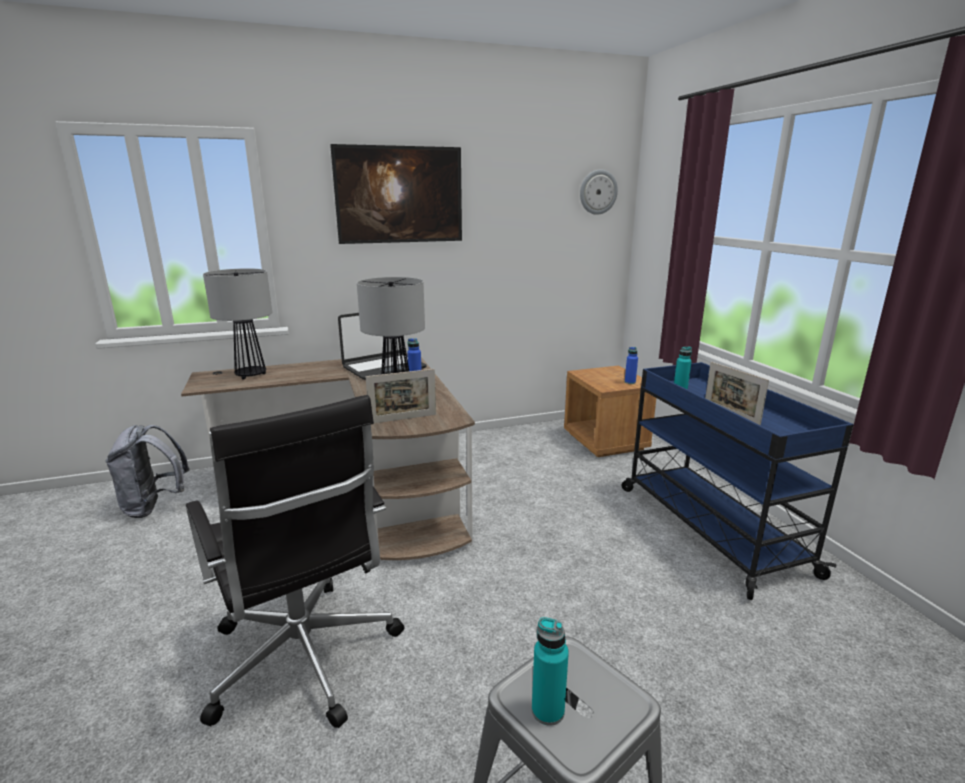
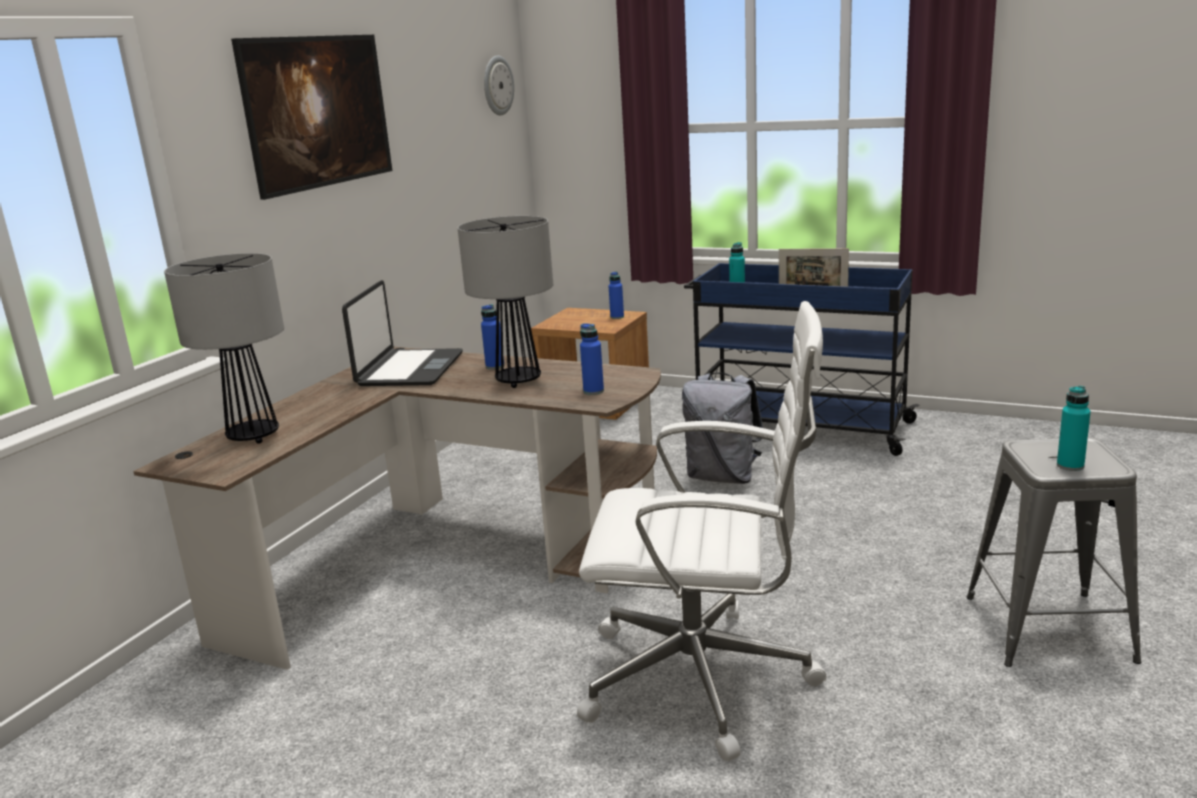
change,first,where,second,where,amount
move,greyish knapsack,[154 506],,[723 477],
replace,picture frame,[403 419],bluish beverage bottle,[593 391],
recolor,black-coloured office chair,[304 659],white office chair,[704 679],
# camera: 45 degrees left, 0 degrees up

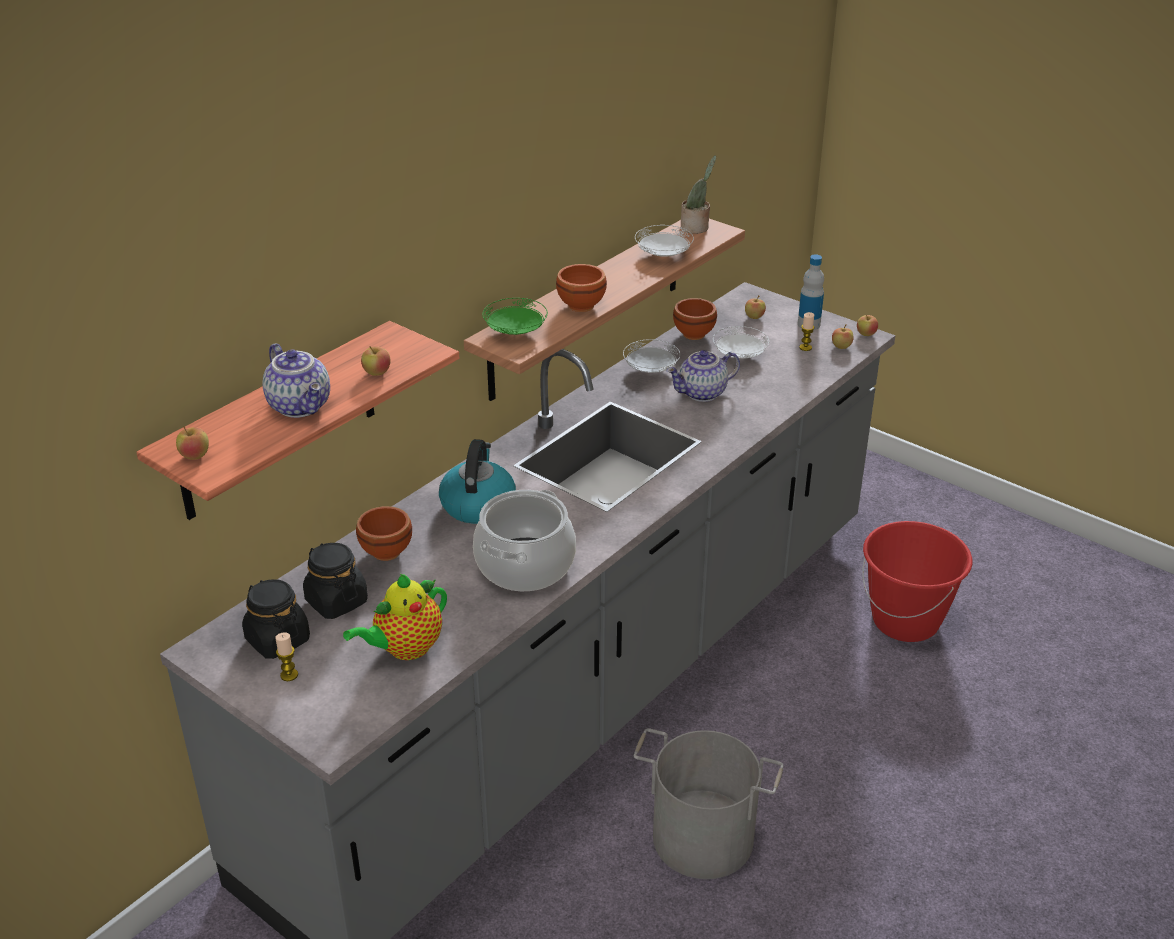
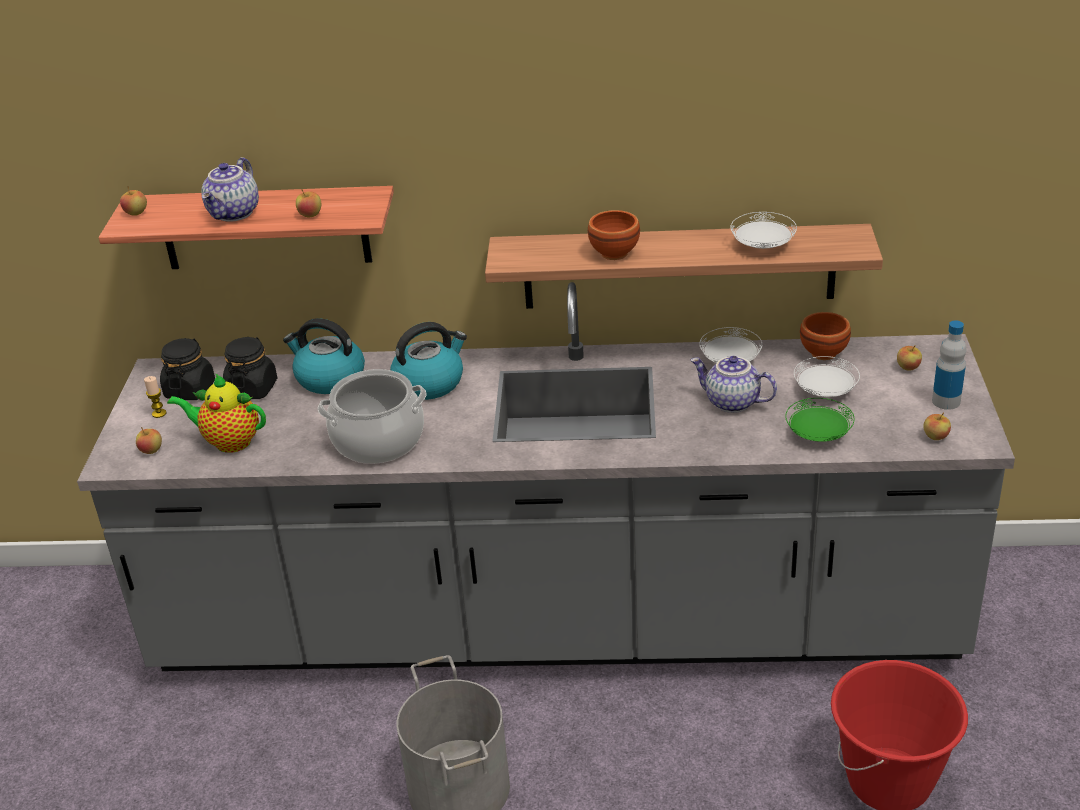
change,first,where,second,where,amount
delete,plant in a pot,[696 228],,,
delete,wax candle,[805 347],,,
move,green-coloured plate,[515 332],,[818 435],
move,whole apple,[866 334],,[151 451],
replace,brown-coloured serving bowl,[388 552],water kettle,[329 378],
# camera: 55 degrees right, 0 degrees up

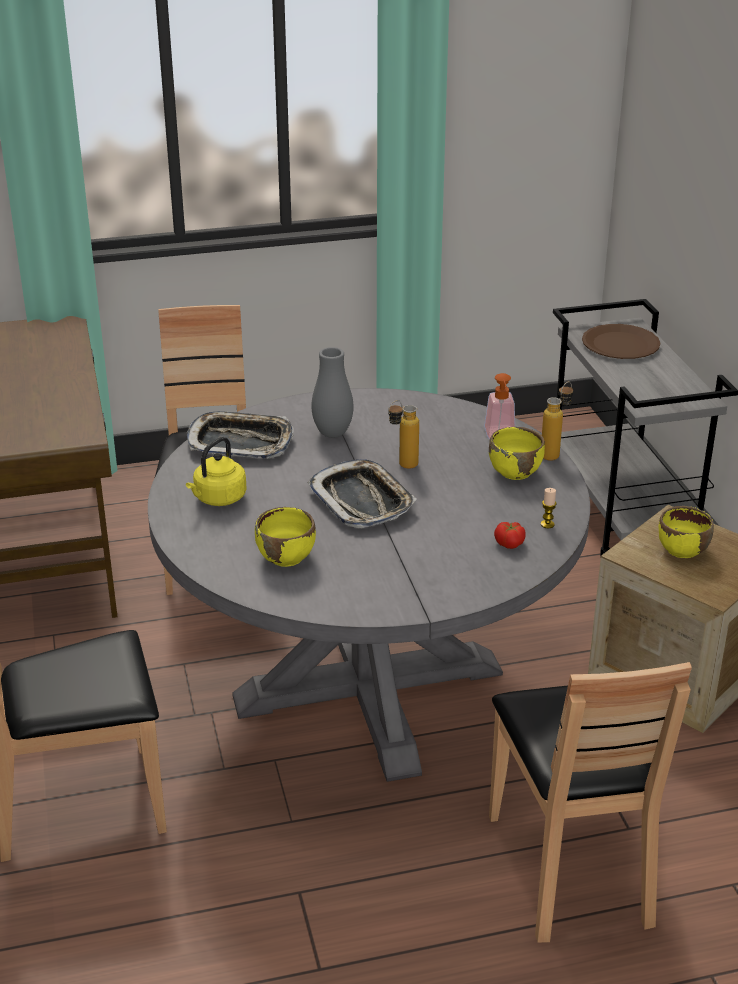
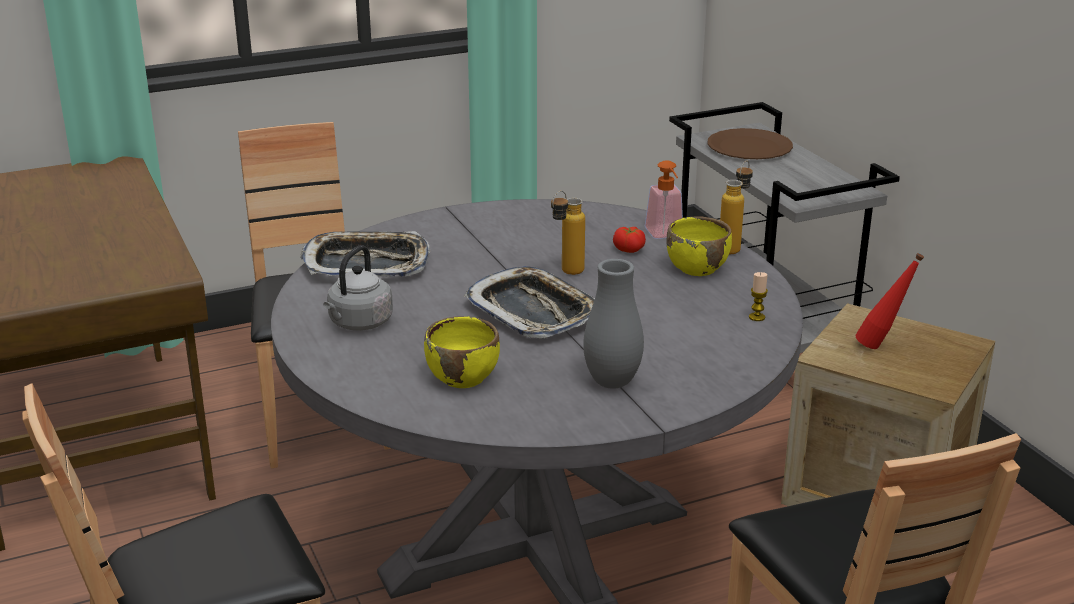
change,first,where,second,where,amount
move,greyish decorative vase,[332 433],,[612 382],
move,whole tomato,[510 543],,[630 249],
replace,yellow-coloured serving bowl,[682 550],red beverage bottle,[882 346],
recolor,yellow-coloured water kettle,[218 499],greyish water kettle,[358 323],
# camera: 10 degrees left, 5 degrees down

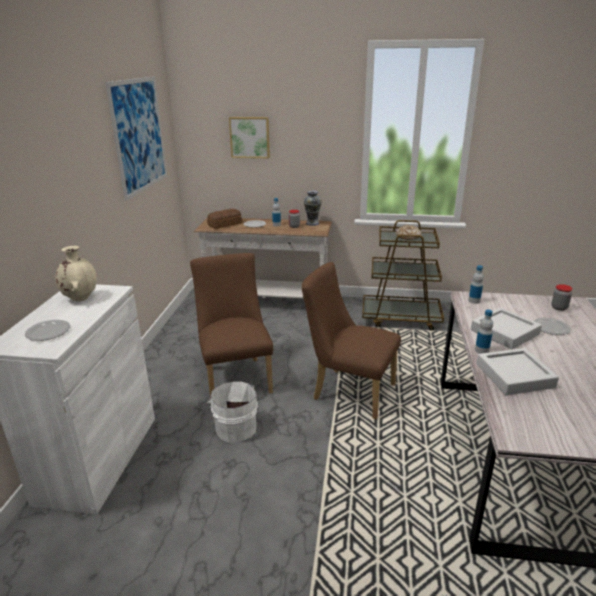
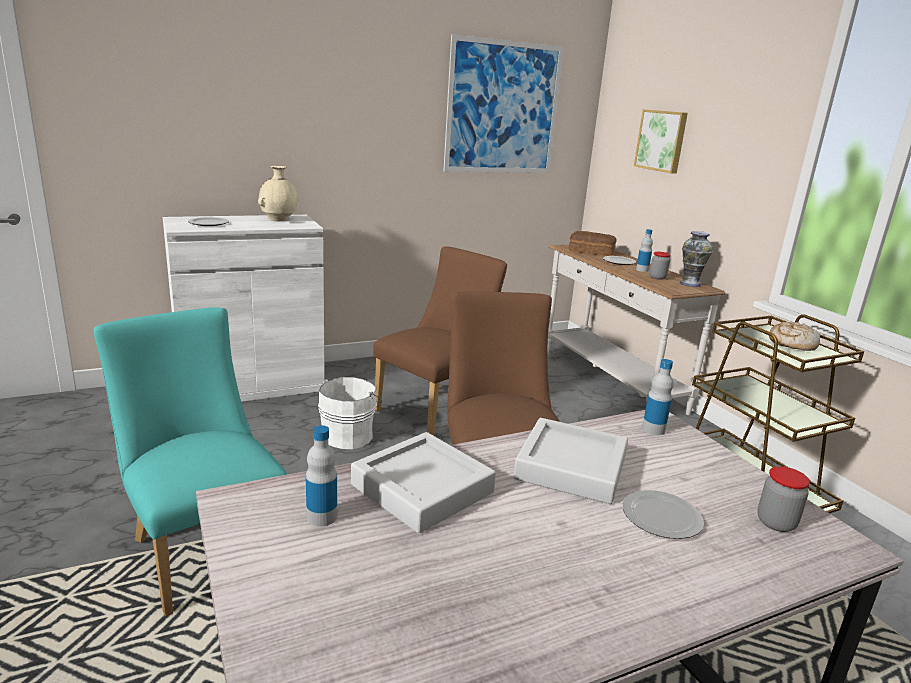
change,first,where,second,where,amount
insert,,,turquoise upright chair,[203 548],
move,beverage bottle,[482 350],,[322 517],
# camera: 55 degrees right, 5 degrees down

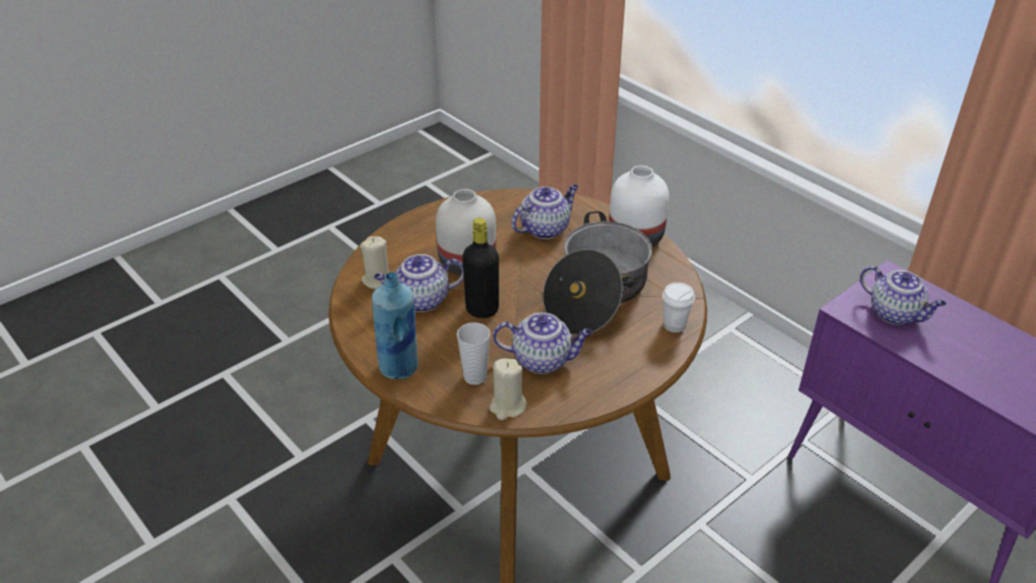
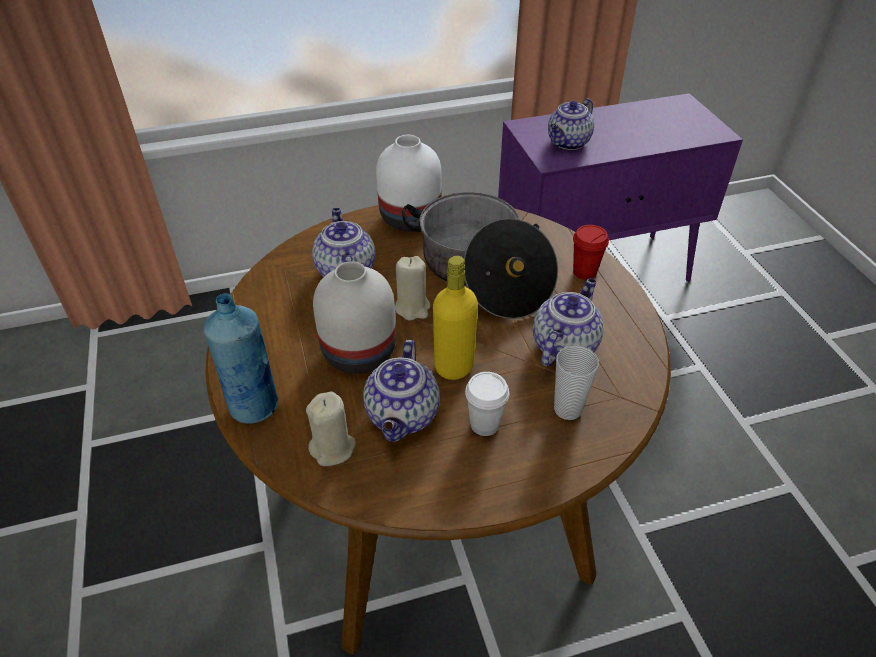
change,first,where,second,where,amount
insert,,,red small cup,[584 272],
move,bluish beverage bottle,[399 367],,[254 406],
move,beige wax candle,[507 407],,[412 308],
move,white small cup,[674 325],,[484 424],
recolor,black-coloured beverage bottle,[482 309],yellow-coloured beverage bottle,[454 366],
rotate,teapot,[895 314],,[568 143],150 degrees clockwise
# camera: 65 degrees left, 5 degrees up

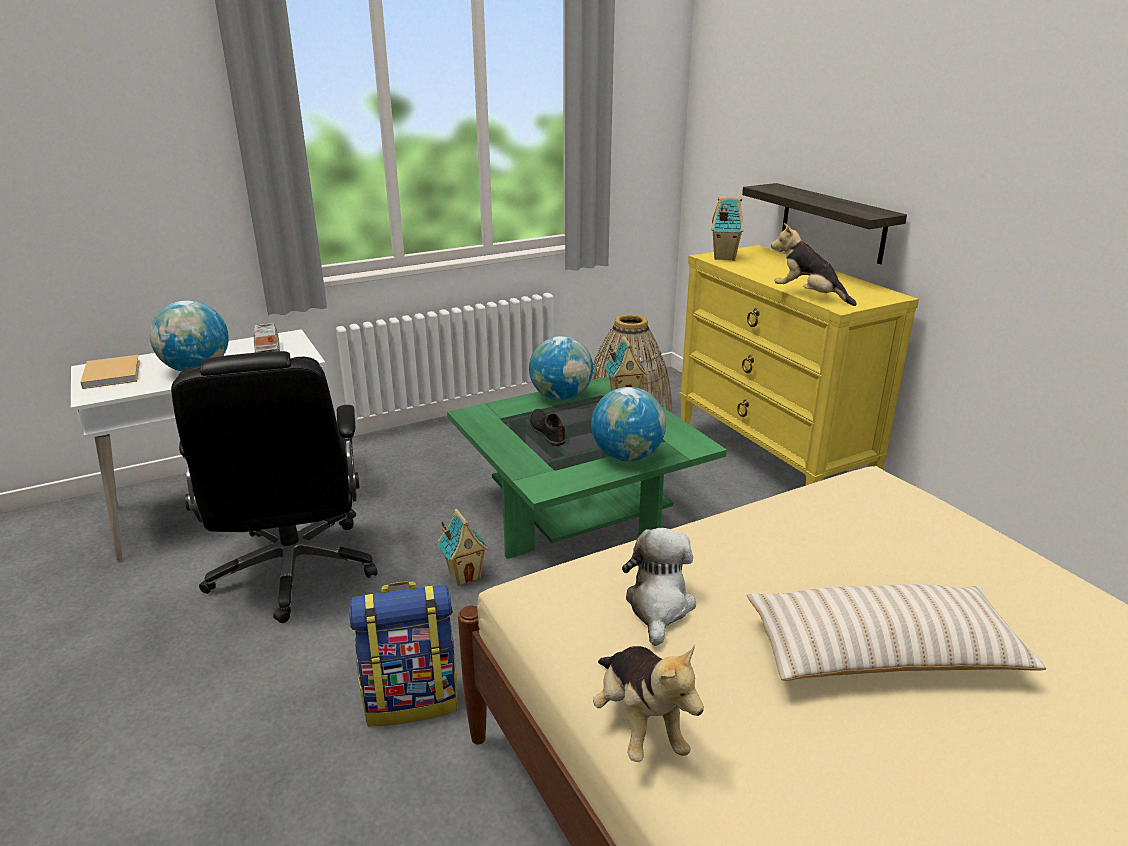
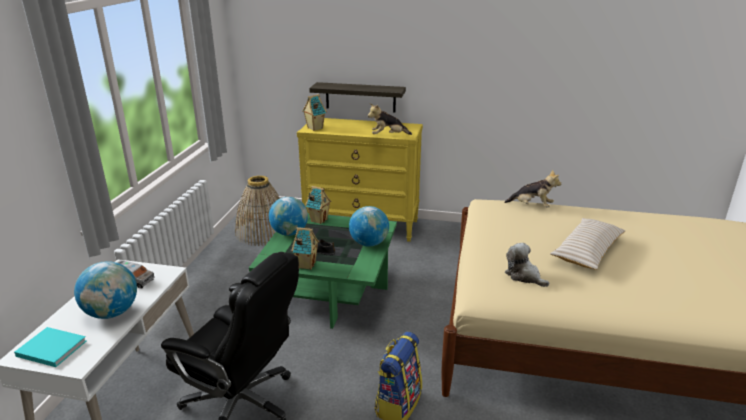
change,first,where,second,where,amount
move,toy house,[465 575],,[306 265],
move,plush toy,[639 724],,[532 206],
recolor,beige bound book,[112 373],turquoise bound book,[50 348],
# camera: 50 degrees left, 0 degrees up

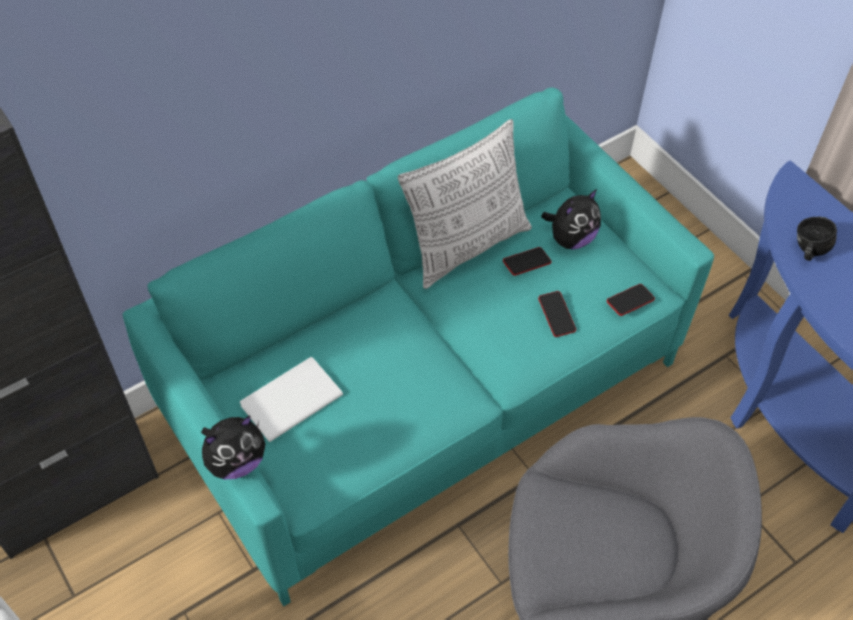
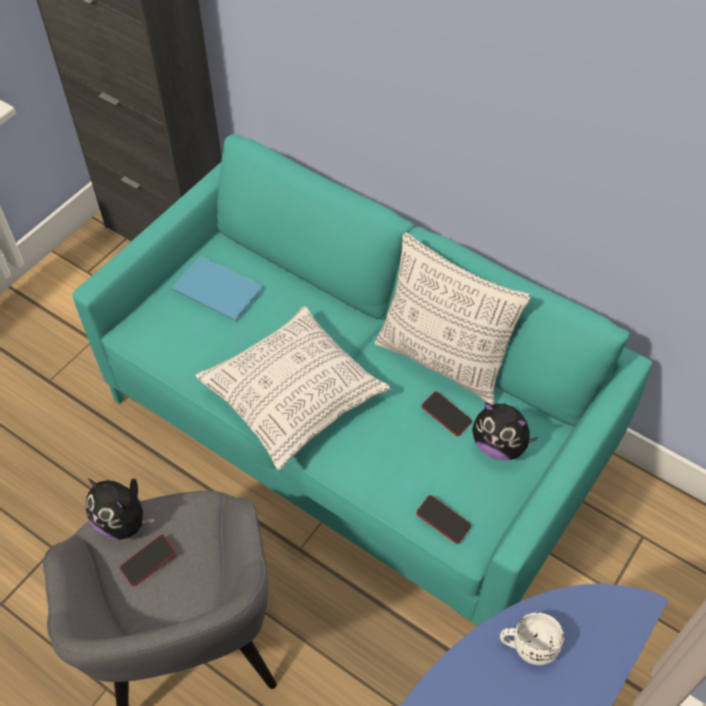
change,first,where,second,where,amount
insert,,,cushion,[294 396],
move,plush toy,[236 461],,[123 522],
move,handset,[556 316],,[148 562],
recolor,white bound book,[288 400],bluish bound book,[217 288],
recolor,black-coloured mug,[807 250],white mug,[528 644],
# camera: 70 degrees right, 0 degrees up

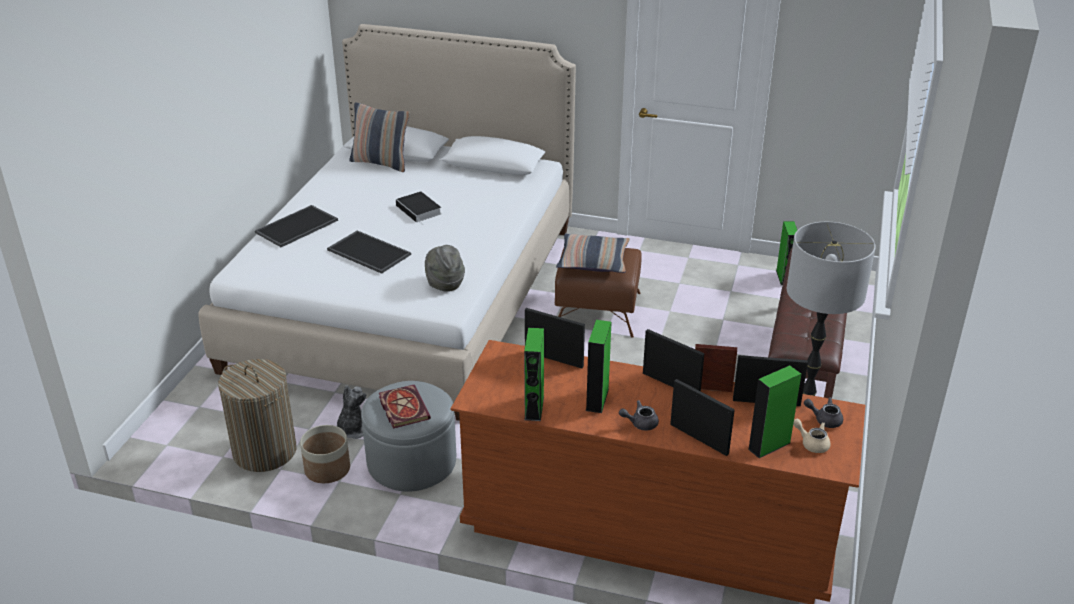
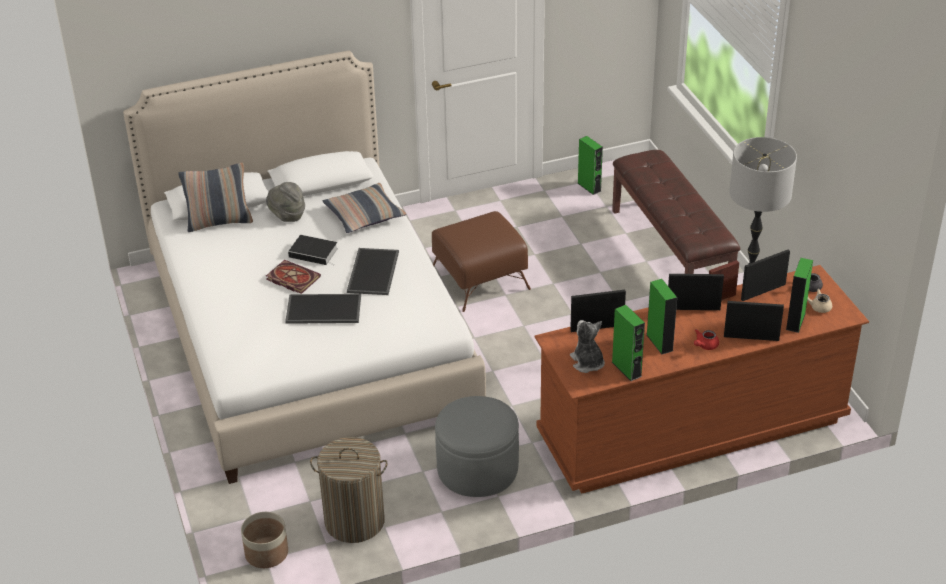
change,first,where,second,where,amount
move,tray,[297 227],,[374 272],
move,planter,[327 469],,[267 553],
move,plush toy,[352 429],,[587 363],
move,bound book,[402 408],,[291 278],
move,greyish clothing hat,[444 283],,[287 215],
move,cushion,[593 261],,[364 215],
recolor,greyish teapot,[640 423],red teapot,[705 345],
# camera: 35 degrees left, 5 degrees up

